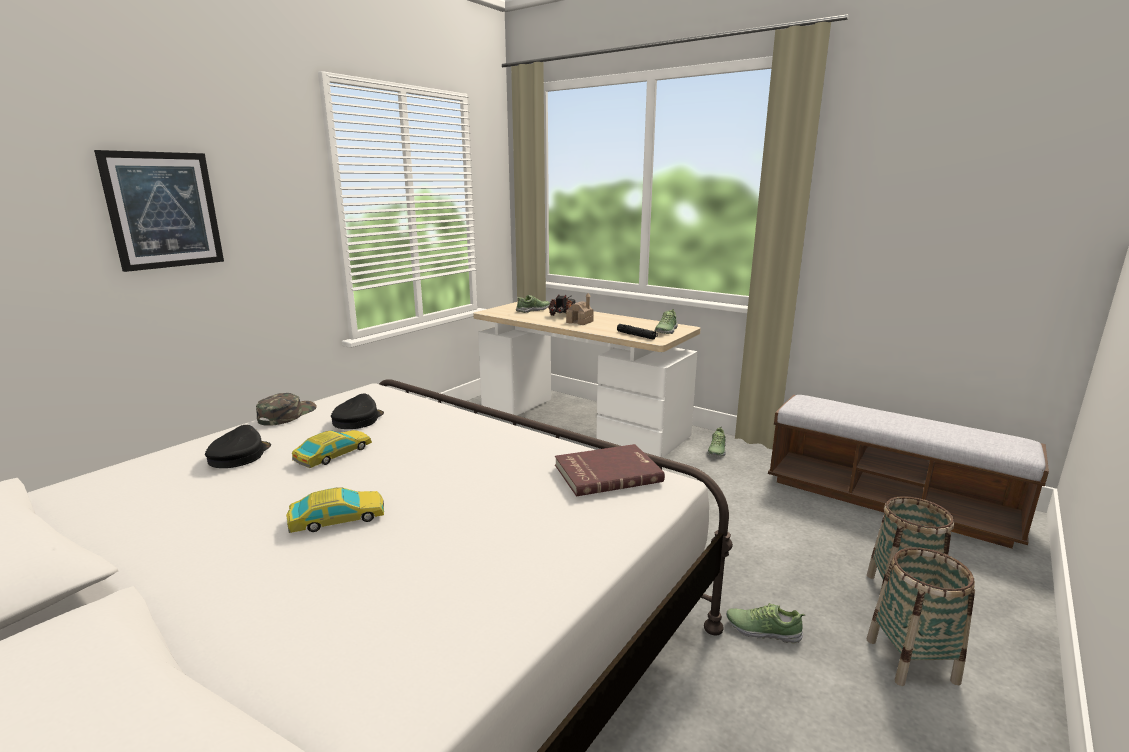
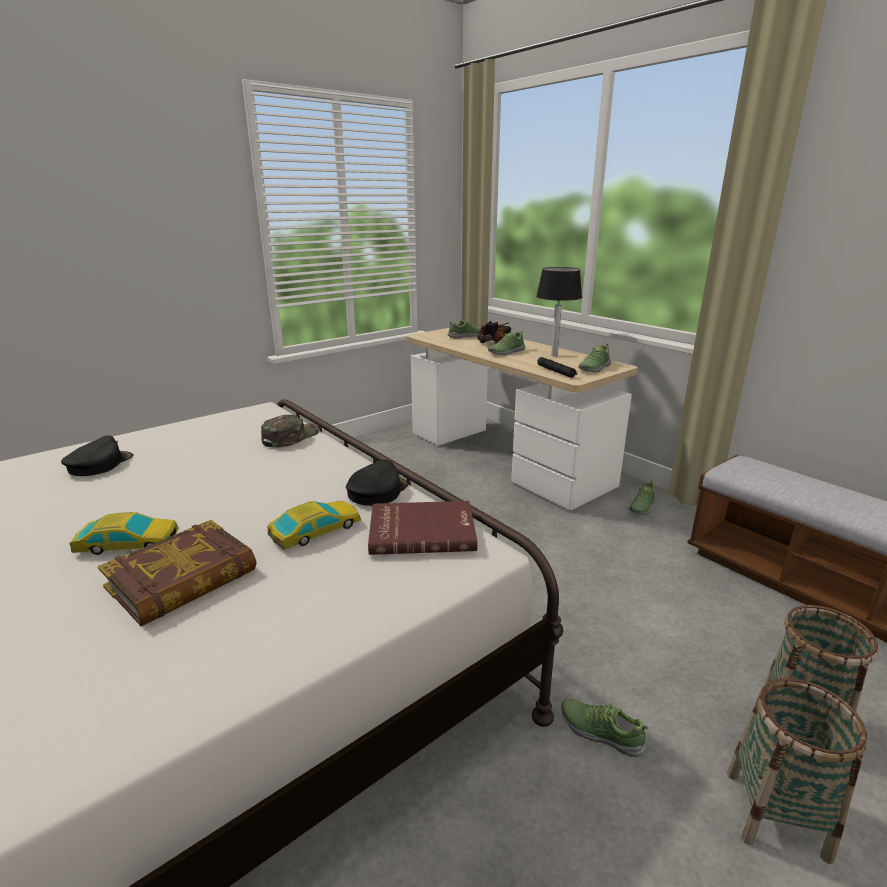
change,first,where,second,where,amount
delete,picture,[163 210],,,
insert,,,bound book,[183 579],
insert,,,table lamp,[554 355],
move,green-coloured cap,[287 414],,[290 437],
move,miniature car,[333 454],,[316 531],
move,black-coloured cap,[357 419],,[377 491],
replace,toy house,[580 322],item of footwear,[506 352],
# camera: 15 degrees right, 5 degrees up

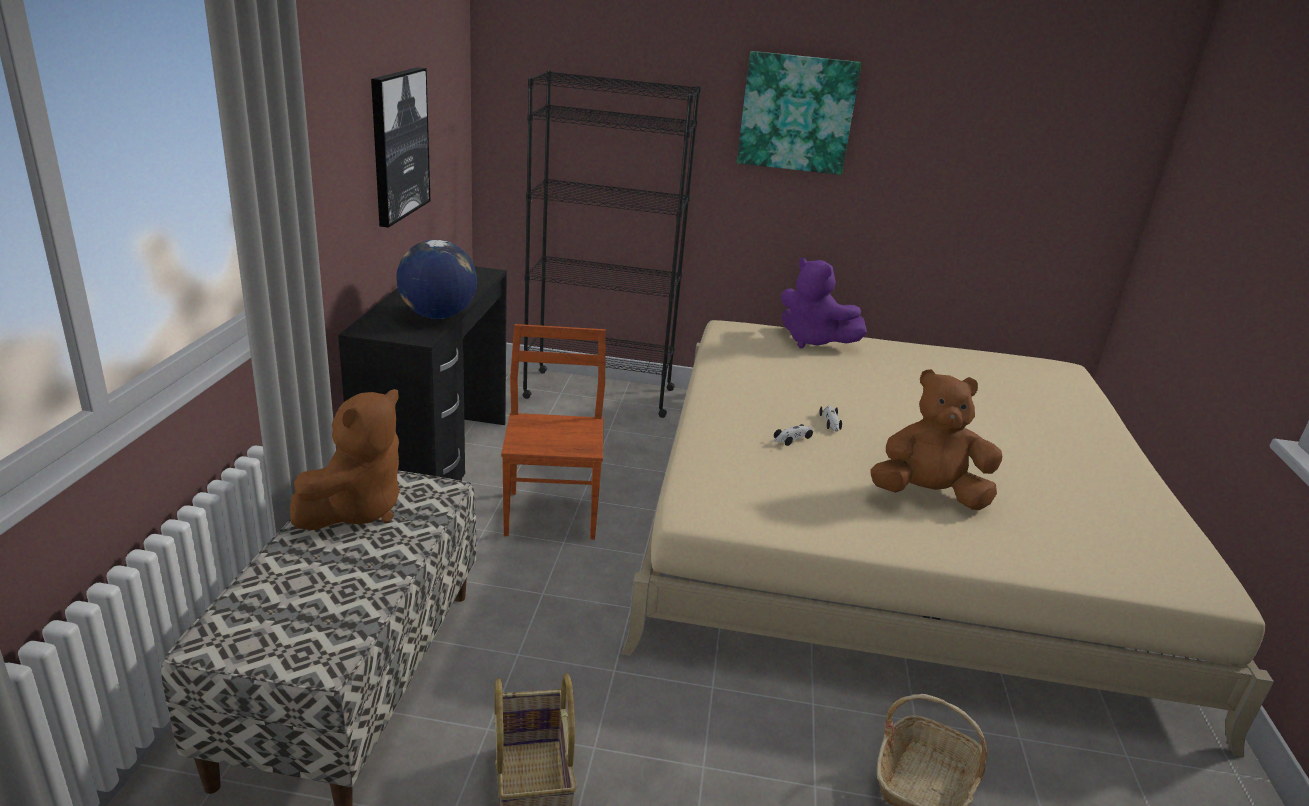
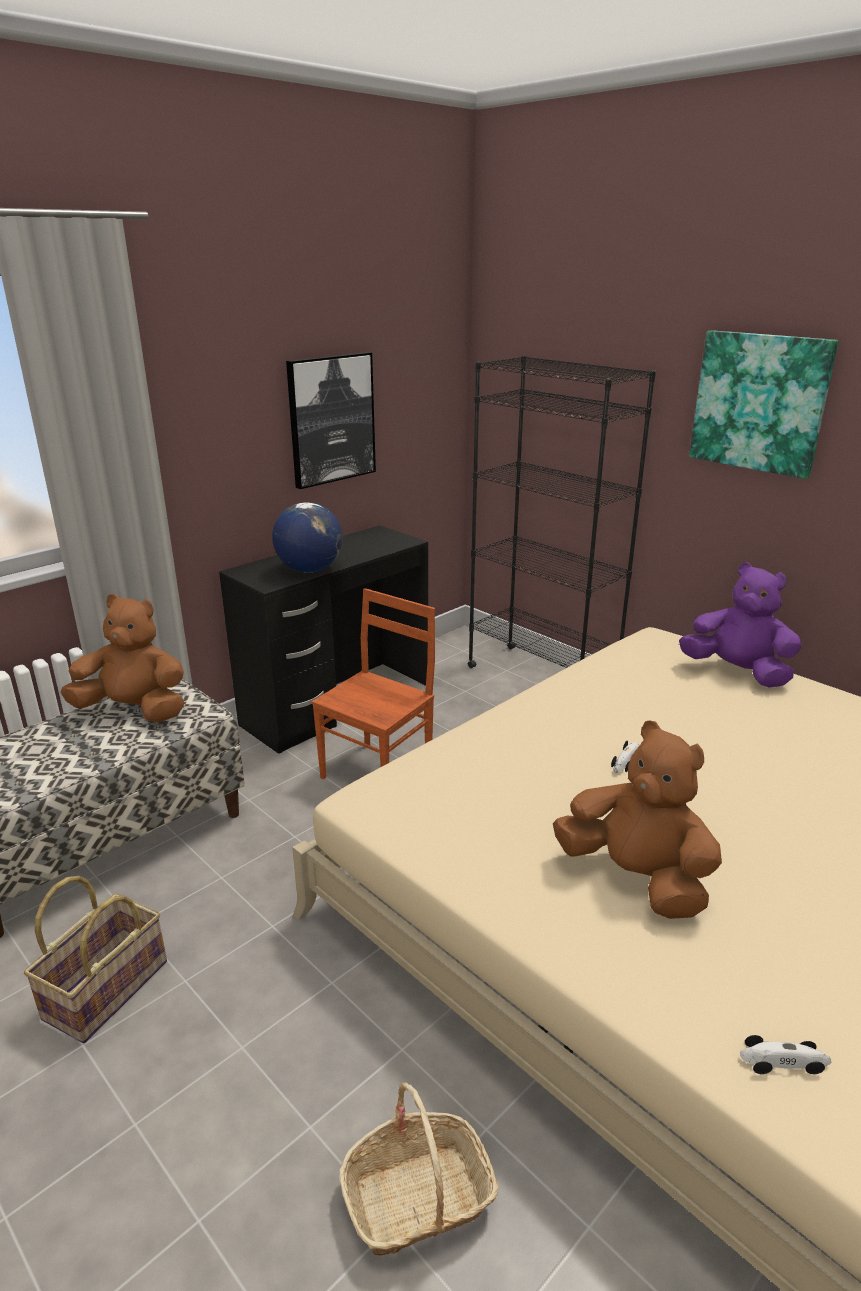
change,first,where,second,where,amount
move,miniature car,[793 438],,[784 1062],
rotate,brown-coloured plush toy,[356 510],,[135 710],150 degrees counterclockwise
rotate,purple-coloured plush toy,[813 341],,[737 672],135 degrees clockwise
# camera: 40 degrees right, 0 degrees up

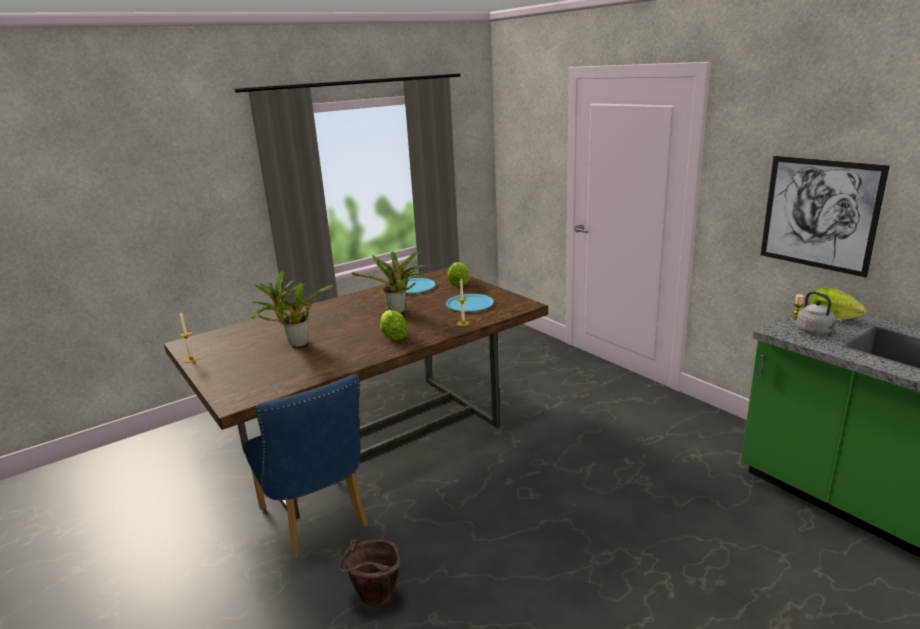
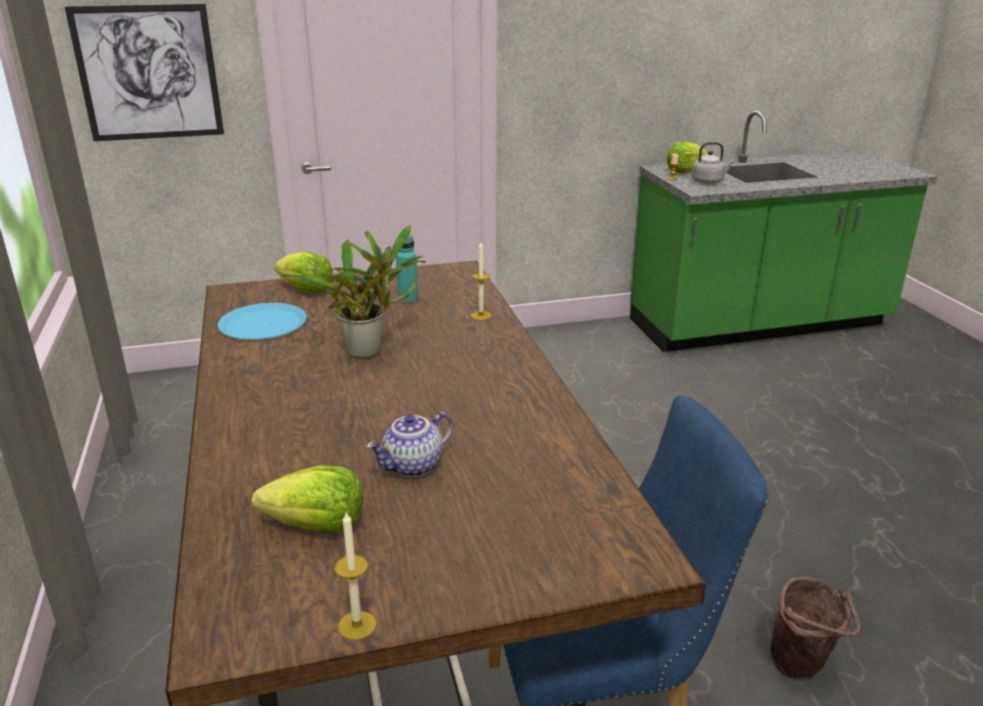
change,first,where,second,where,amount
move,lettuce,[393 336],,[316 526],
move,picture,[819 214],,[148 73],
replace,plant in a pot,[295 344],teapot,[413 467],
replace,bluish plate,[469 304],turquoise beverage bottle,[408 299],
# camera: 70 degrees left, 5 degrees up

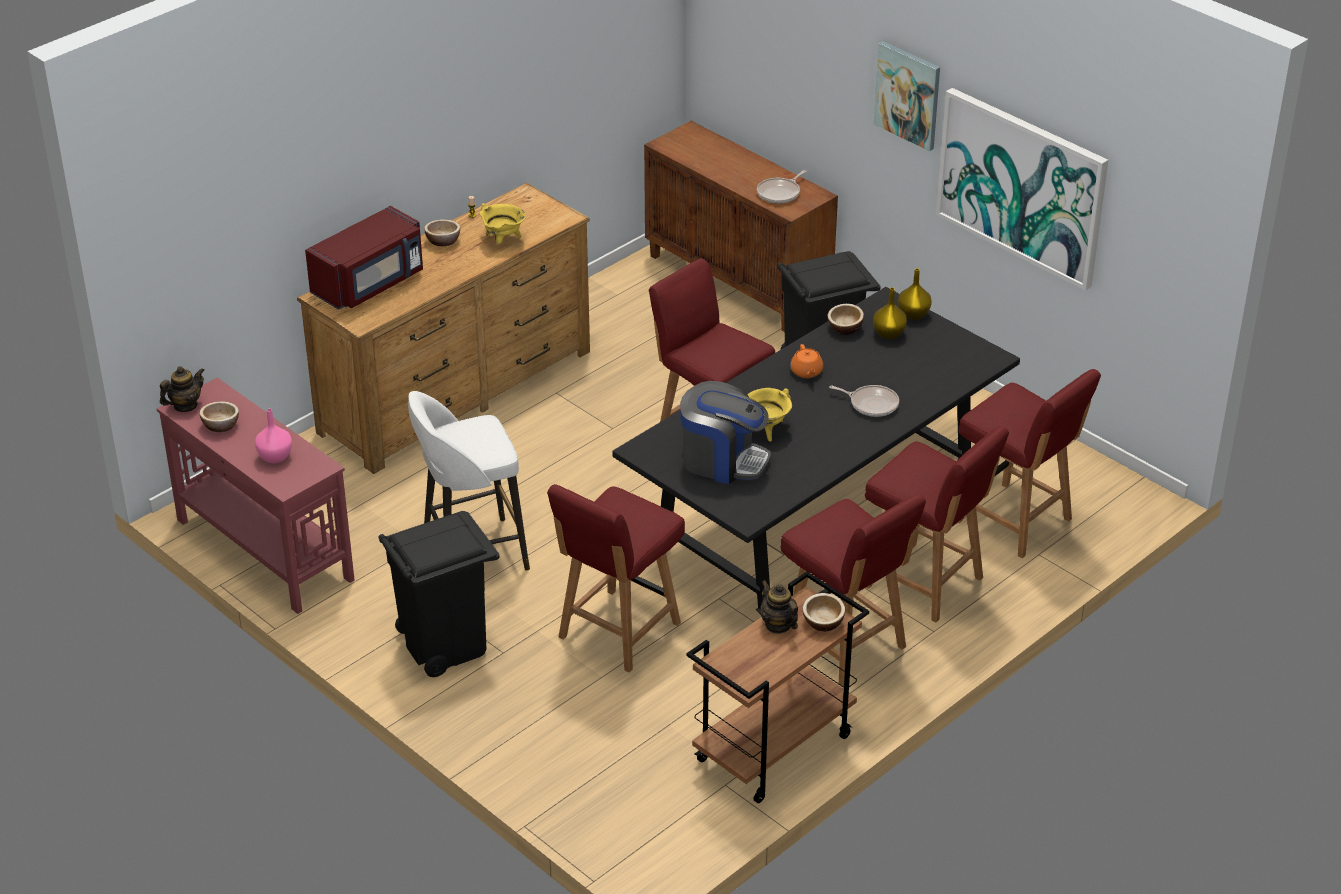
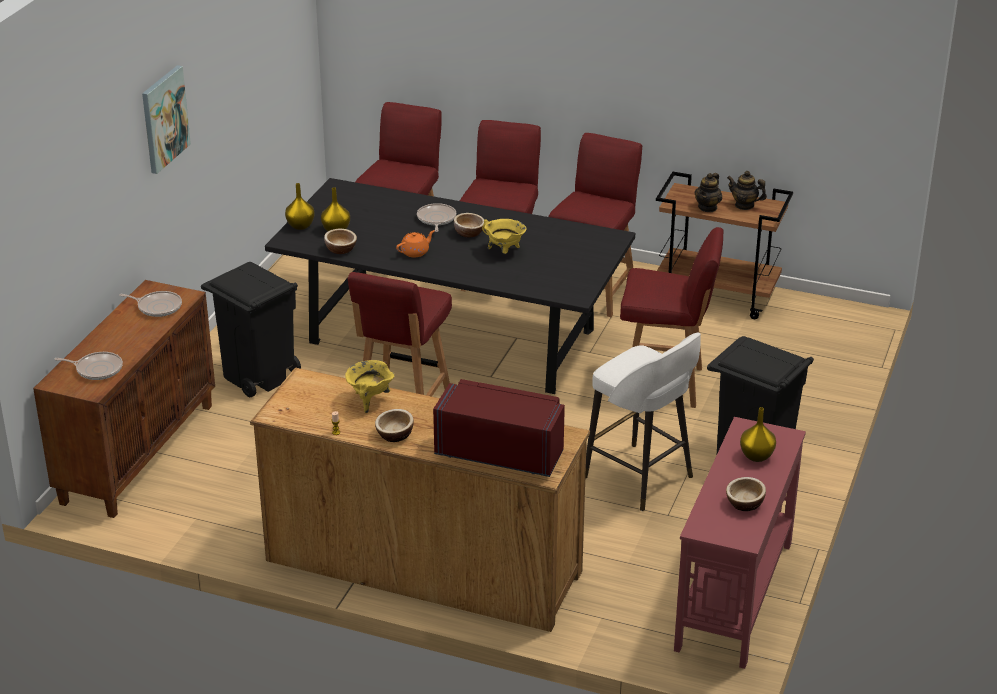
change,first,where,second,where,amount
delete,coffee machine,[723 460],,,
delete,picture,[1021 186],,,
insert,,,pan,[97 369],
move,teapot,[185 405],,[744 205],
move,serving bowl,[823 622],,[469 233],
recolor,pink-coloured decorative vase,[275 456],yellow-coloured decorative vase,[756 456],
# camera: 115 degrees left, 5 degrees down

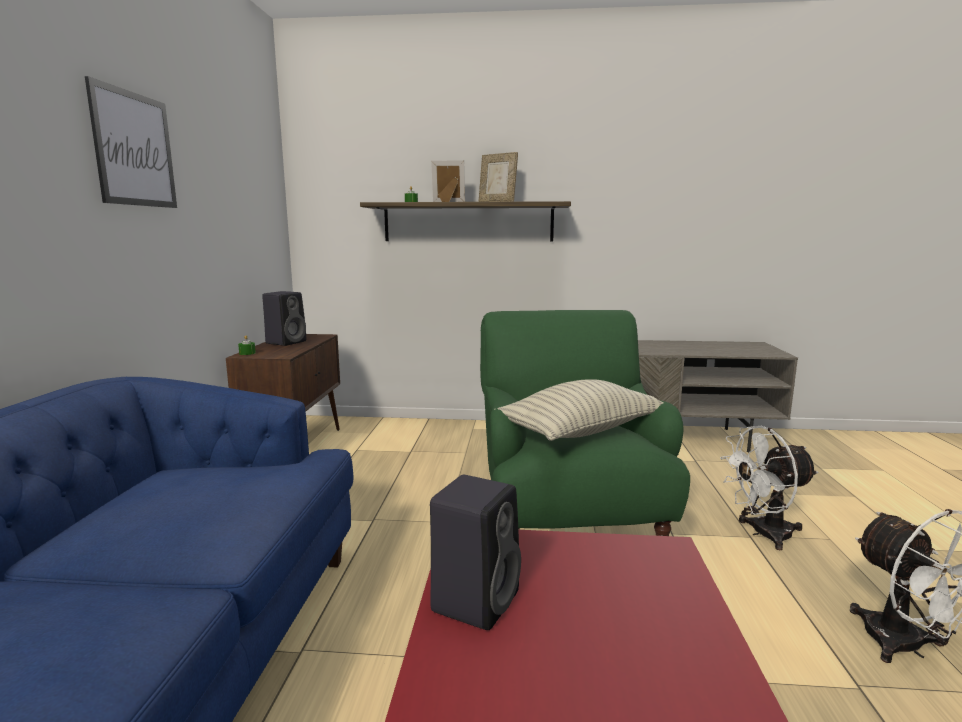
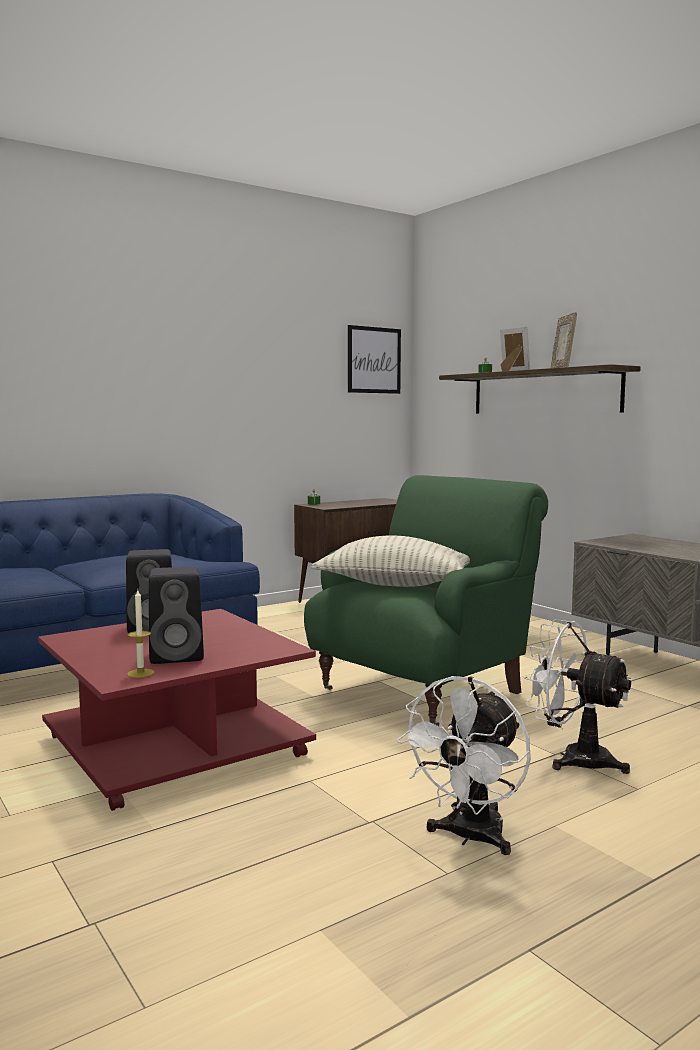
change,first,where,second,where,amount
insert,,,wax candle,[140 673],
move,picture,[134 149],,[374 360],
move,black-coloured audio speaker,[287 342],,[178 655],
# camera: 50 degrees right, 5 degrees down

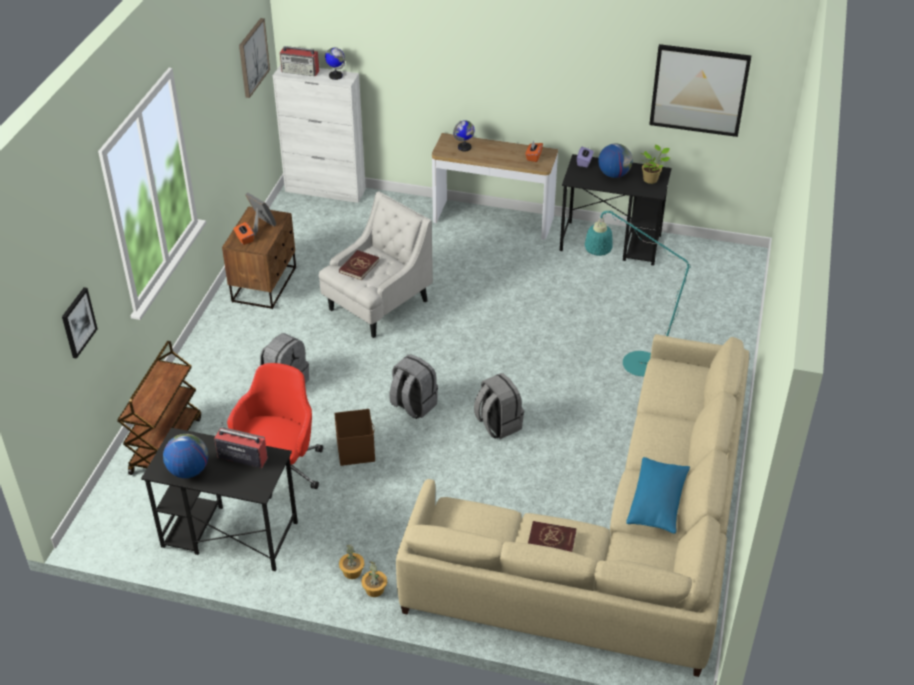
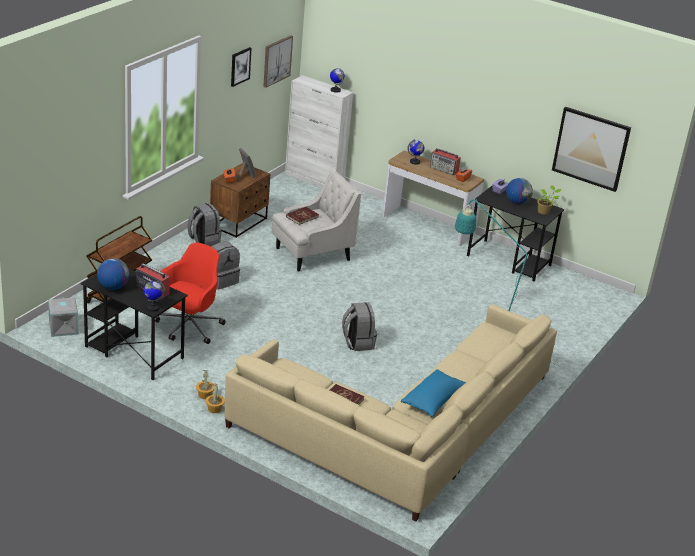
change,first,where,second,where,amount
delete,brown-coloured storage container,[356 450],,,
insert,,,greyish storage container,[64 328],
insert,,,world globe,[152 307],
move,picture,[78 322],,[240 66],
move,radio receiver,[300 71],,[444 170],
move,greyish knapsack,[413 405],,[203 241],
# camera: 15 degrees right, 10 degrees down

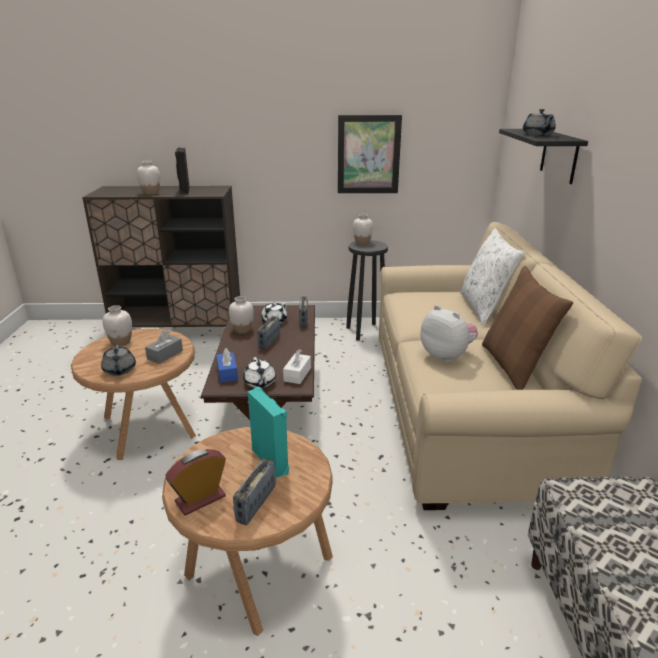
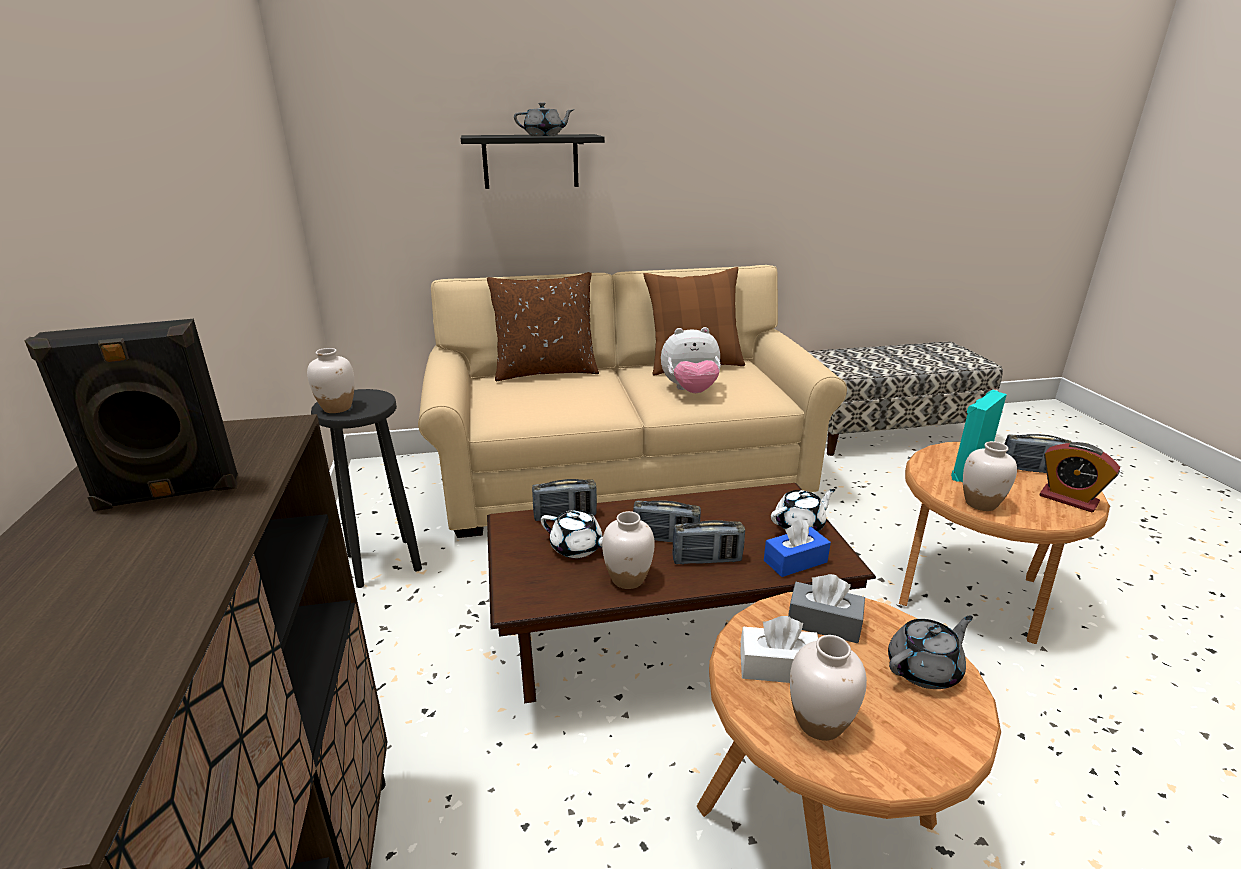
change,first,where,second,where,amount
delete,picture,[368 155],,,
insert,,,radio receiver,[707 560],
move,white decorative vase,[151 193],,[980 504],
move,white tissue box,[297 374],,[778 667],
recolor,white cushion,[484 308],brown-coloured cushion,[546 372],
rotate,plush toy,[446 356],,[690 391],135 degrees counterclockwise
# camera: 100 degrees left, 0 degrees up

